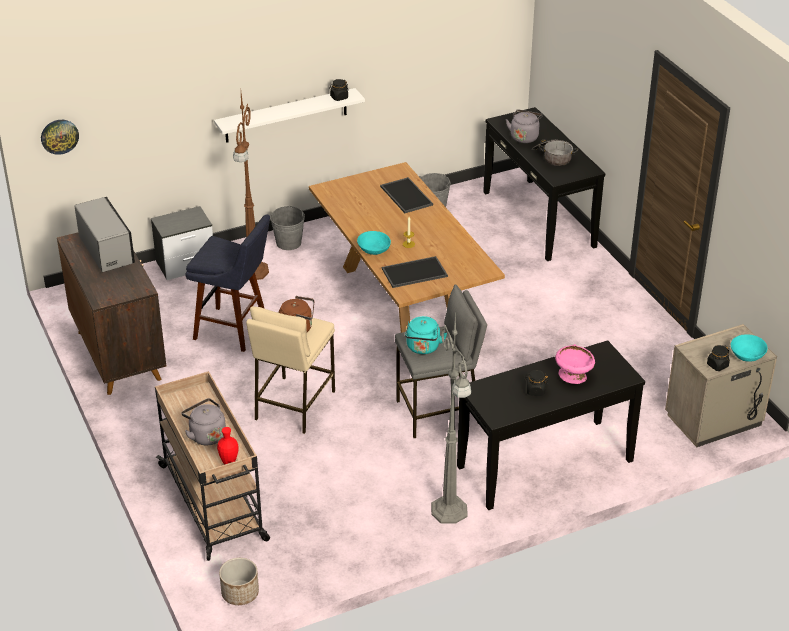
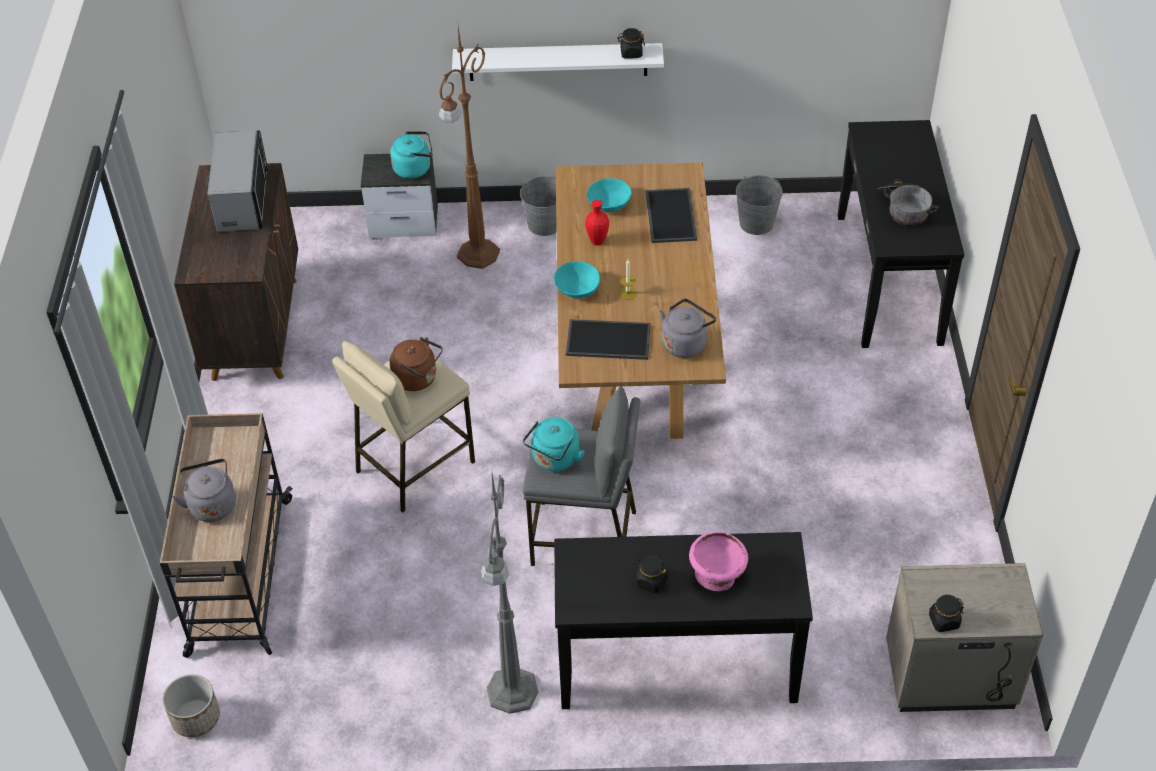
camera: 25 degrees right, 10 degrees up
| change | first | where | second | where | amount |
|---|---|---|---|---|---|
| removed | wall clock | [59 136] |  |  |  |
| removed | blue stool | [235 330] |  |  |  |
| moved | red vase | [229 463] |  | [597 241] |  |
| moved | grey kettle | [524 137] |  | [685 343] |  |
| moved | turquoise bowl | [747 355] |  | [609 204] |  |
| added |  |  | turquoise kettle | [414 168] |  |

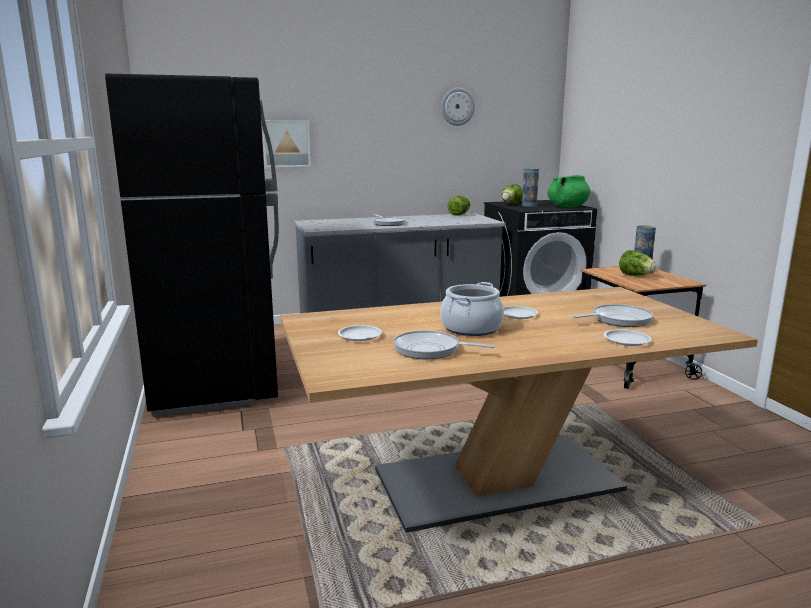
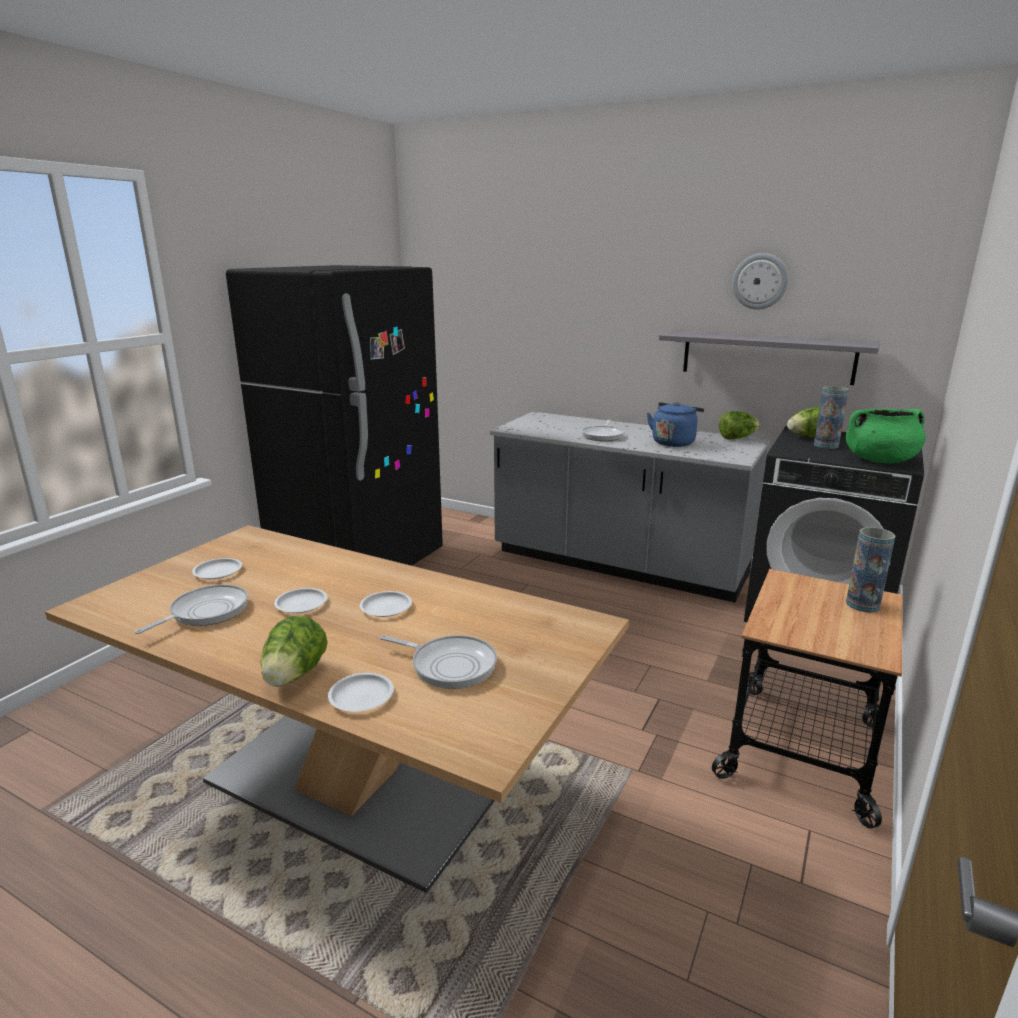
camera: 45 degrees right, 5 degrees up
| change | first | where | second | where | amount |
|---|---|---|---|---|---|
| removed | picture | [286 143] |  |  |  |
| turned | frying pan | [430 350] |  | [205 612] | 60 degrees clockwise |
| replaced | cooking pot | [471 328] | white plate | [302 604] |  |
| moved | lettuce | [636 276] |  | [294 676] |  |
| added |  |  | blue kettle | [674 442] |  |
| added |  |  | grey shelf | [767 356] |  |

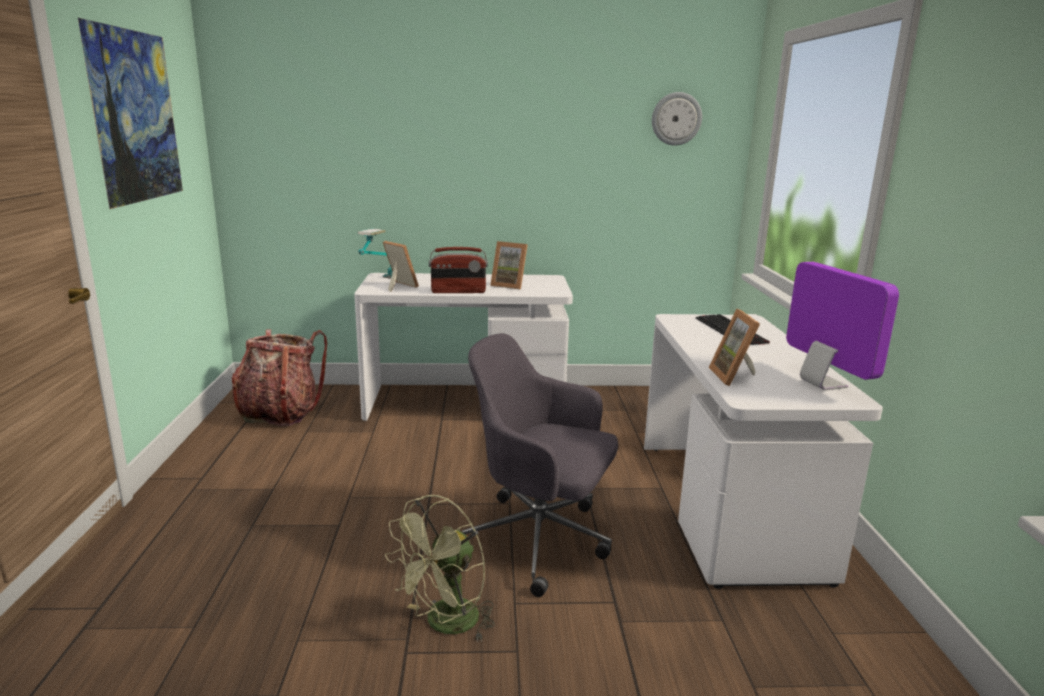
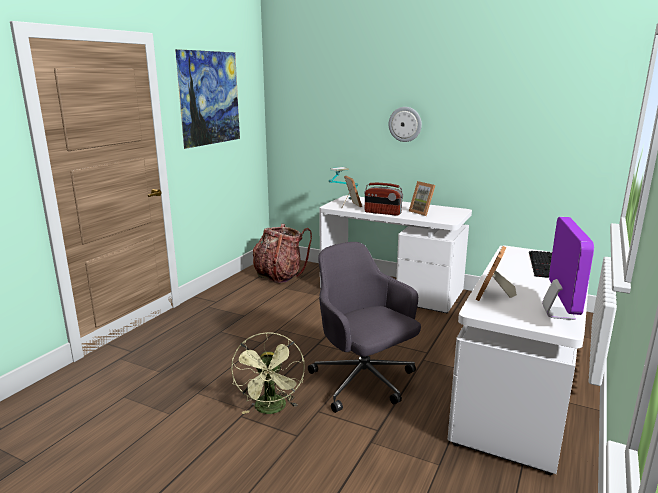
camera: 30 degrees right, 0 degrees up
| change | first | where | second | where | amount |
|---|---|---|---|---|---|
| turned | green fan | [445 625] |  | [271 409] | 75 degrees counterclockwise |
| moved | wall clock | [676 119] |  | [405 124] |  |

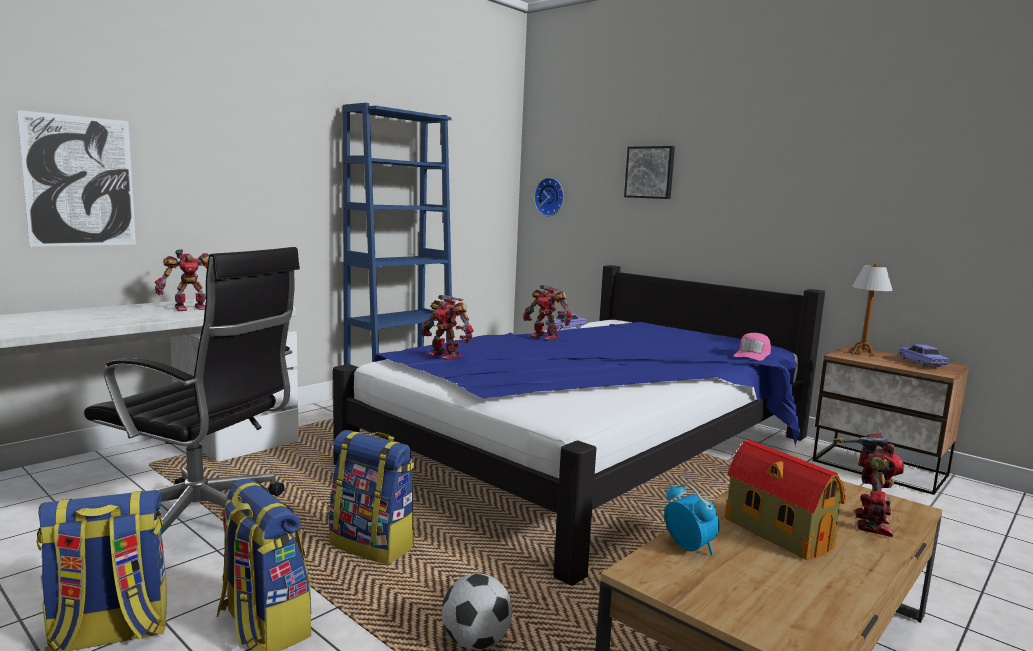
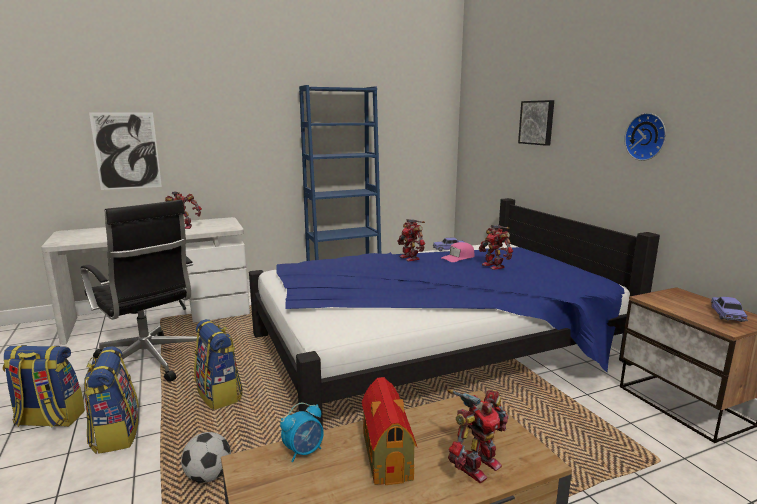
camera: 25 degrees right, 5 degrees up
| change | first | where | second | where | amount |
|---|---|---|---|---|---|
| moved | toy robot | [446 355] |  | [494 266] |  |
| moved | wall clock | [550 197] |  | [647 137] |  |
| turned | alarm clock | [689 547] |  | [304 451] | 60 degrees clockwise |
| moved | pink cap | [753 354] |  | [458 257] |  |
| removed | table lamp | [862 353] |  |  |  |

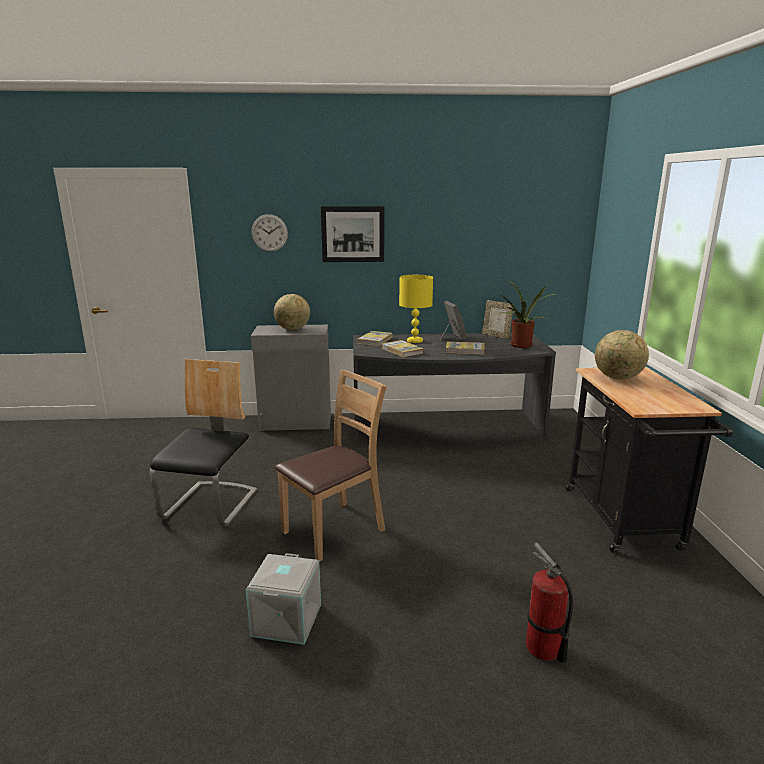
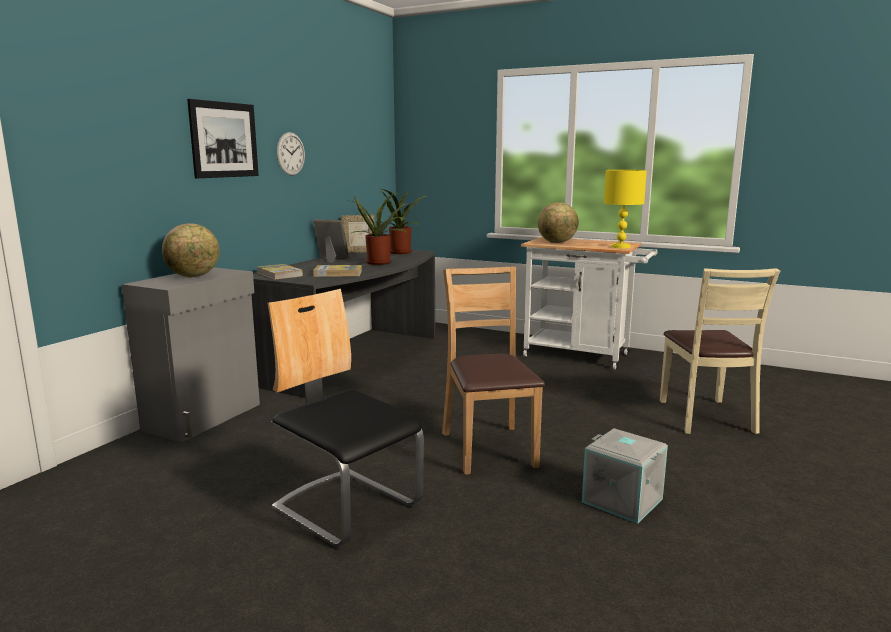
camera: 60 degrees left, 5 degrees down
| change | first | where | second | where | amount |
|---|---|---|---|---|---|
| moved | wall clock | [269 233] |  | [290 154] |  |
| moved | yellow table lamp | [415 340] |  | [620 247] |  |
| replaced | book | [465 350] | potted plant | [380 262] |  |
| replaced | fire extinguisher | [543 648] | beige chair | [705 417] |  |
| recoloured | black cart | [625 523] | white cart | [583 356] |  |

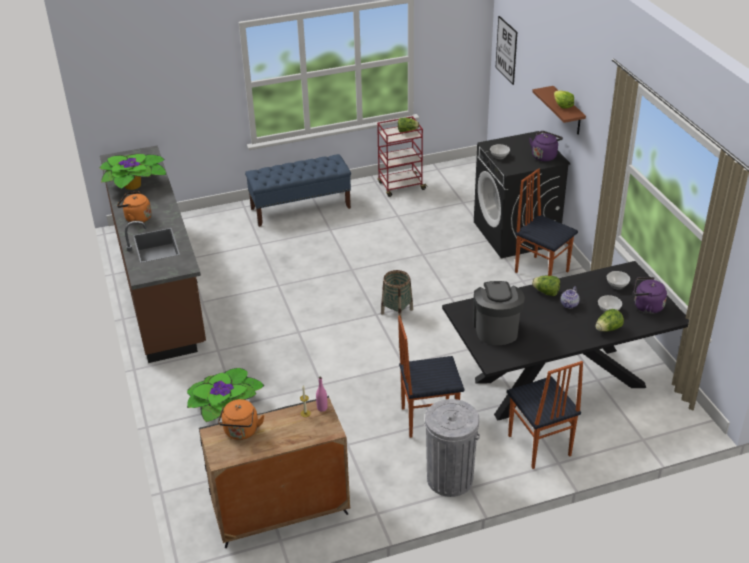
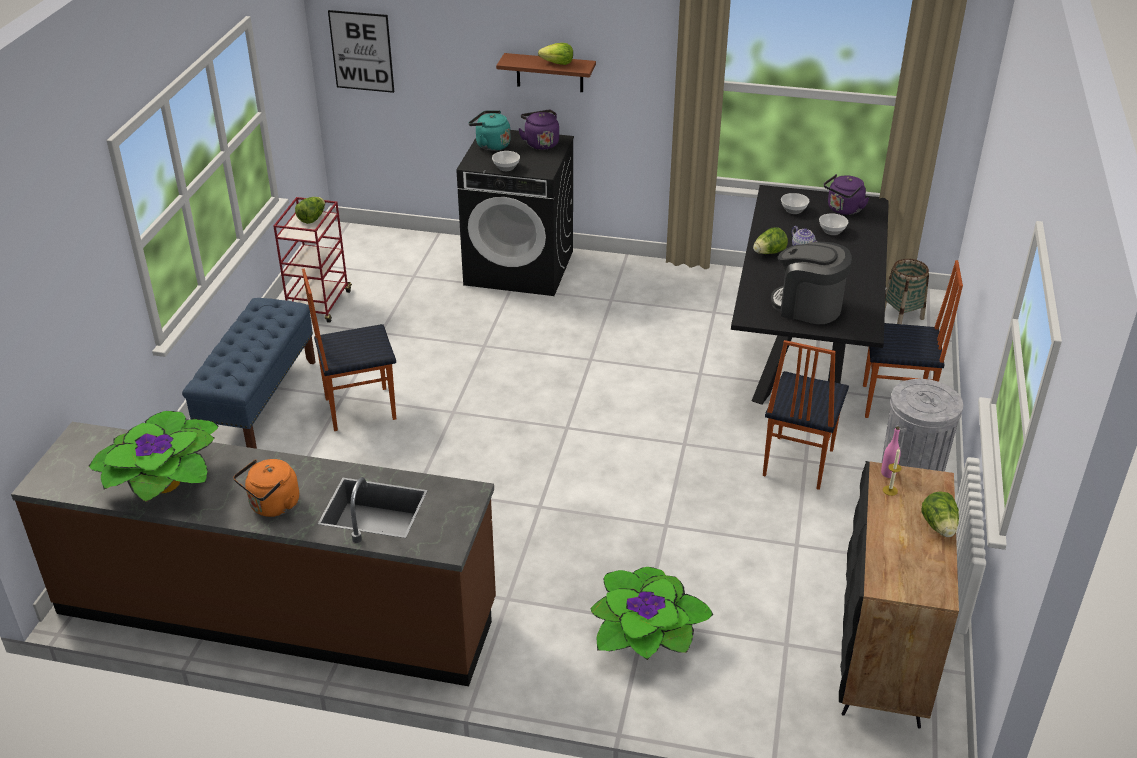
camera: 60 degrees left, 0 degrees up
| change | first | where | second | where | amount |
|---|---|---|---|---|---|
| removed | orange kettle | [241 432] |  |  |  |
| moved | basket | [397 311] |  | [902 315] |  |
| moved | chair | [541 271] |  | [359 408] |  |
| moved | lettuce | [608 329] |  | [939 527] |  |
| added |  |  | turquoise kettle | [490 145] |  |

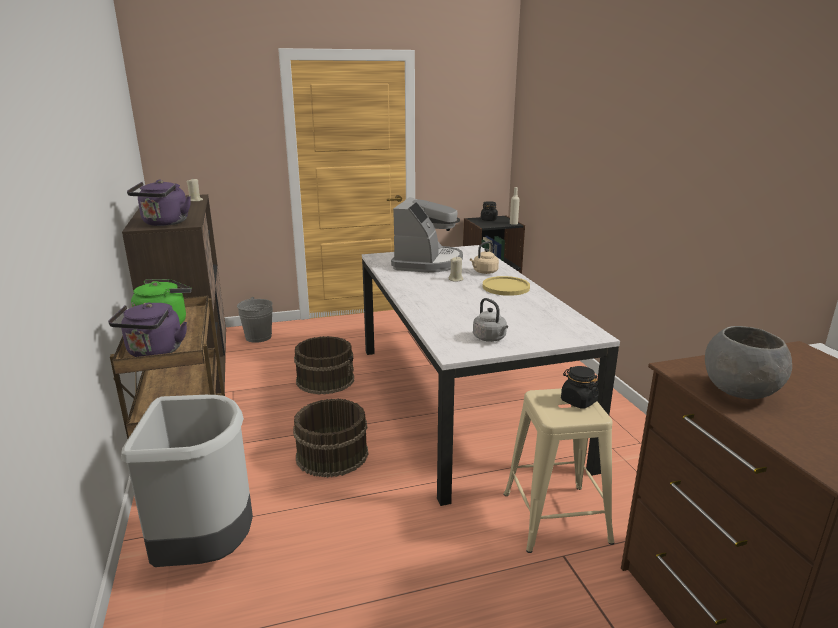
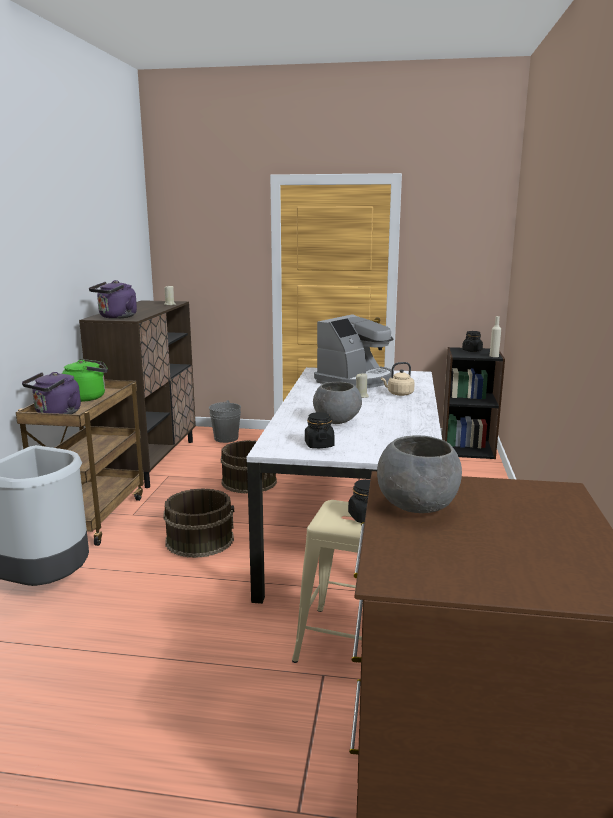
camera: 25 degrees right, 5 degrees down
| change | first | where | second | where | amount |
|---|---|---|---|---|---|
| replaced | grey kettle | [490 338] | black jar | [319 445] |  |
| removed | yellow plate | [506 287] |  |  |  |
| added |  |  | grey bowl | [337 421] |  |

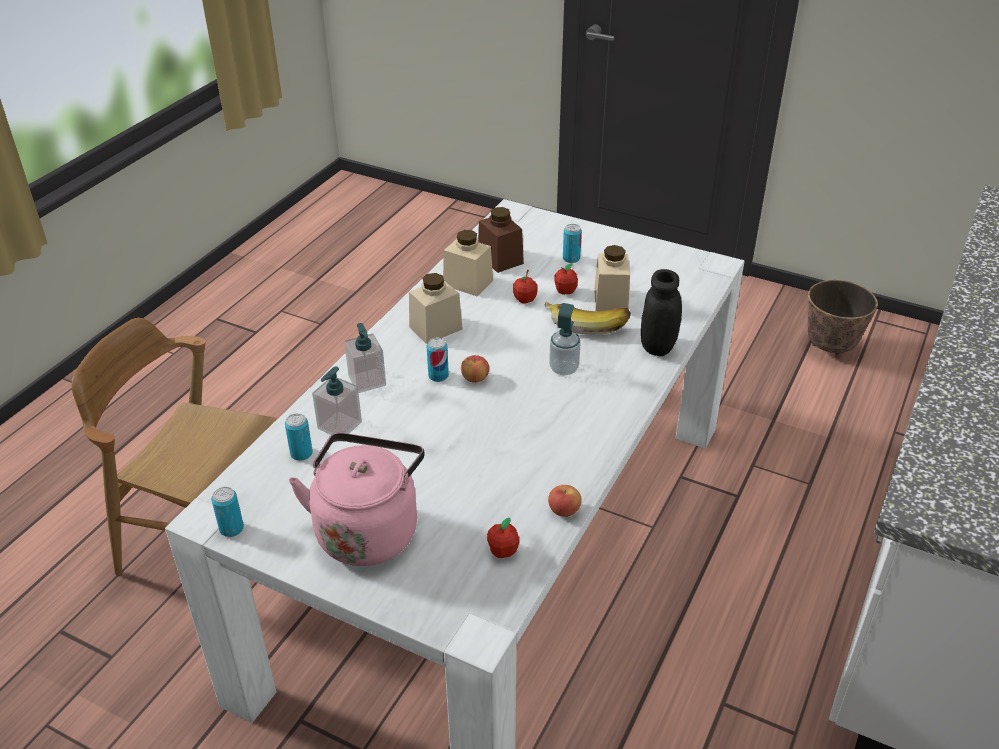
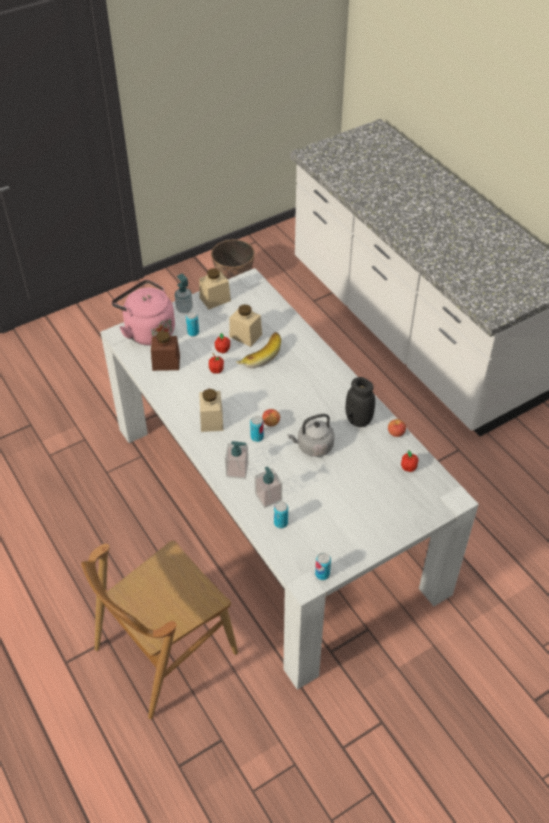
camera: 60 degrees left, 10 degrees up
| change | first | where | second | where | amount |
|---|---|---|---|---|---|
| moved | pink kettle | [368 529] |  | [147 330] |  |
| moved | beige jar | [468 283] |  | [215 299] |  |
| moved | soap dispenser | [564 368] |  | [184 309] |  |
| moved | black jar | [658 347] |  | [358 420] |  |
| added |  |  | grey kettle | [313 446] |  |

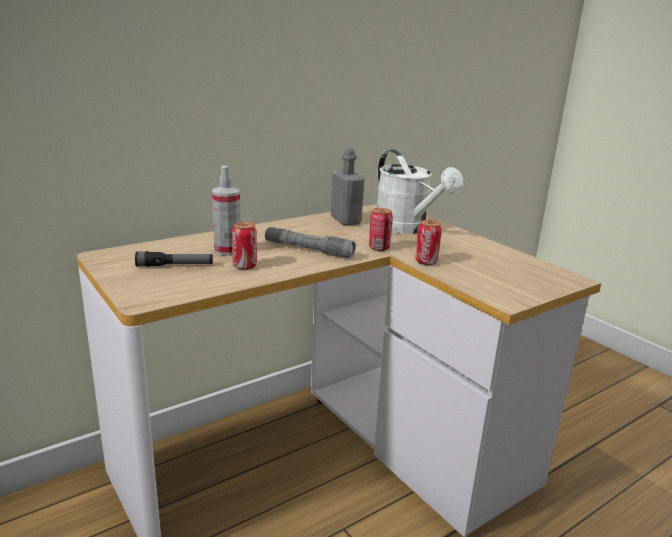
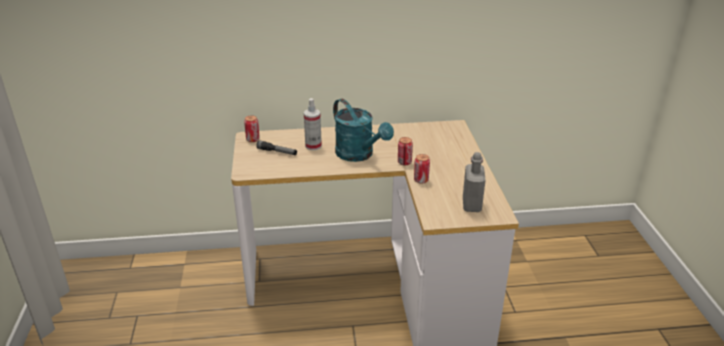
camera: 30 degrees right, 10 degrees up
| change | first | where | second | where | amount |
|---|---|---|---|---|---|
| moved | can | [244 266] |  | [253 139] |  |
| replaced | grey flashlight | [308 250] | turquoise watering can | [359 155] |  |
| moved | grey bottle | [345 220] |  | [471 205] |  |
| removed | white watering can | [407 228] |  |  |  |

